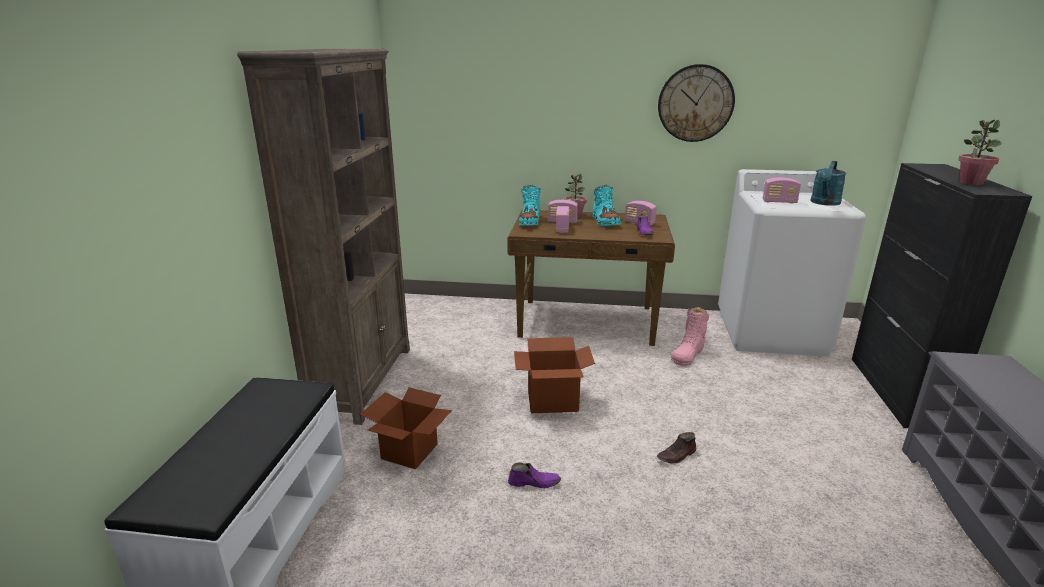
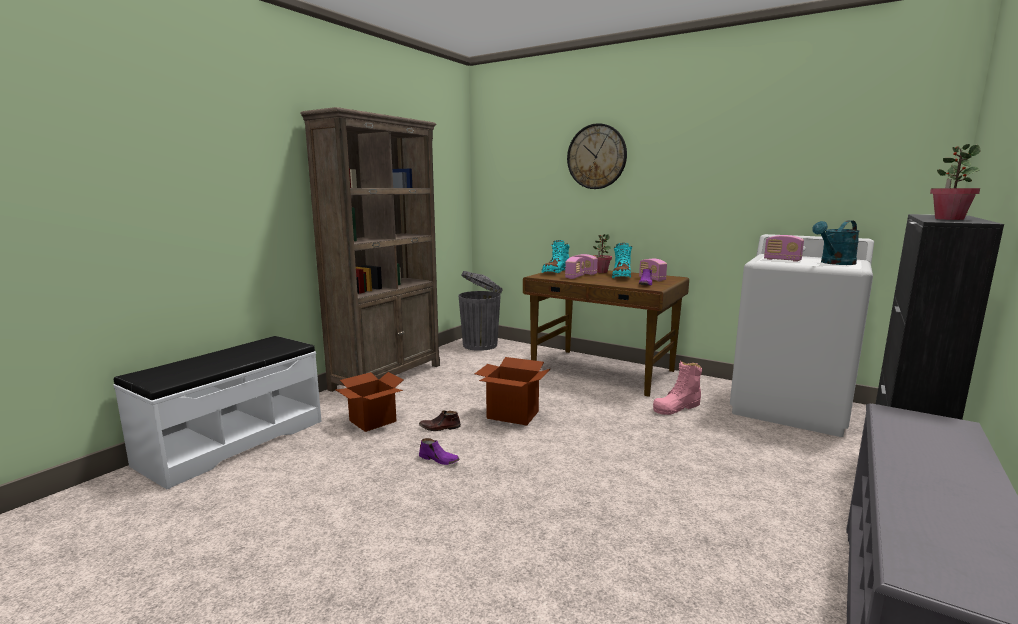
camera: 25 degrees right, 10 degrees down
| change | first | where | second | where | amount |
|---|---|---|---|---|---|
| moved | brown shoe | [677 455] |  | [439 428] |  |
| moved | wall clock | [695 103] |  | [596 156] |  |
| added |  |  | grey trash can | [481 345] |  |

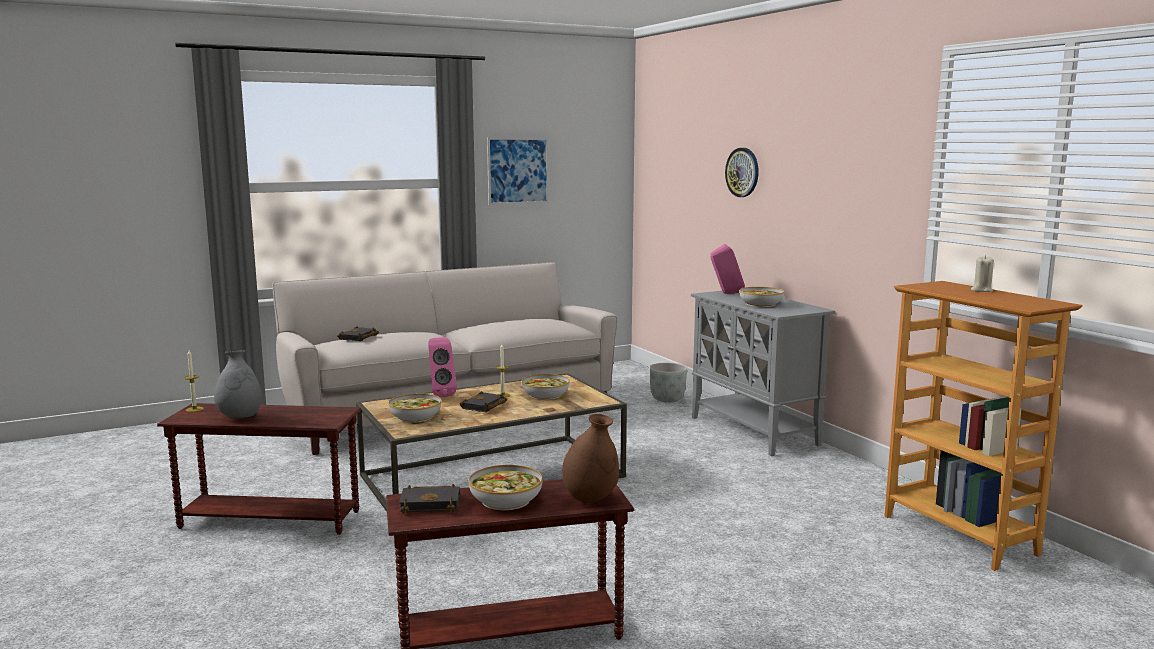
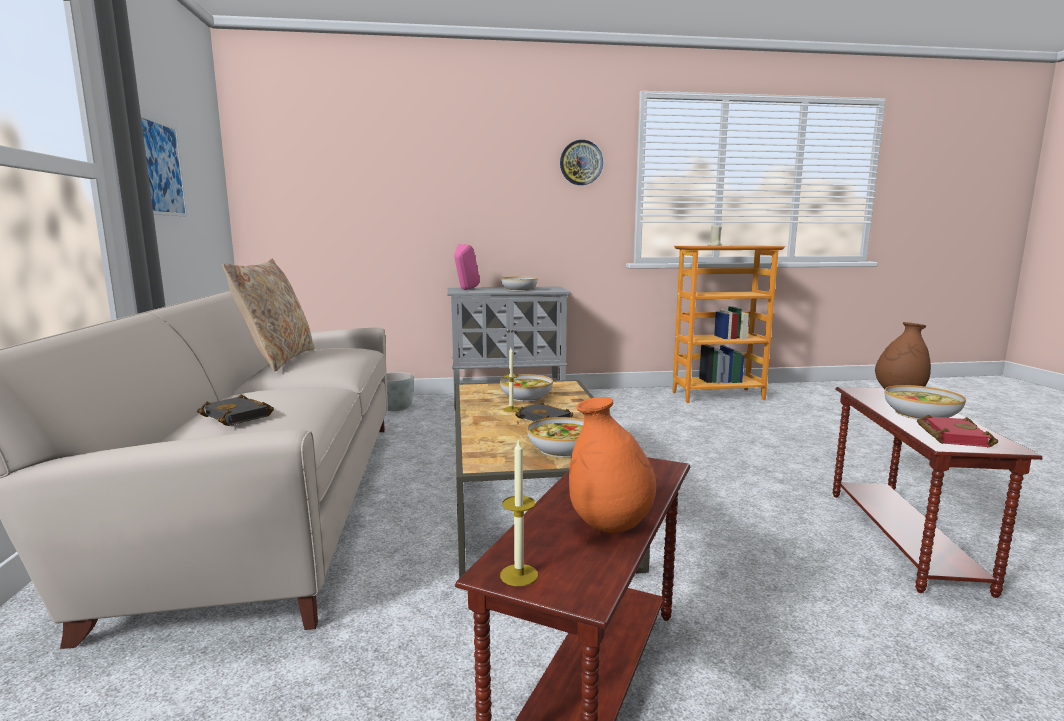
camera: 70 degrees left, 0 degrees up
| change | first | where | second | where | amount |
|---|---|---|---|---|---|
| recoloured | grey vase | [240 418] | orange vase | [610 527] |  |
| recoloured | black book | [432 503] | red book | [950 436] |  |
| removed | pink speaker | [440 394] |  |  |  |
| moved | wall clock | [742 172] |  | [581 162] |  |
| added |  |  | beige pillow | [277 359] |  |

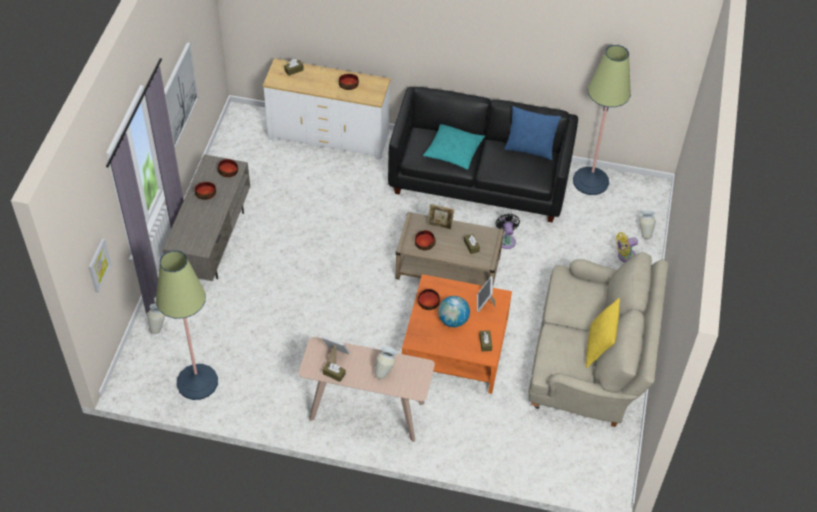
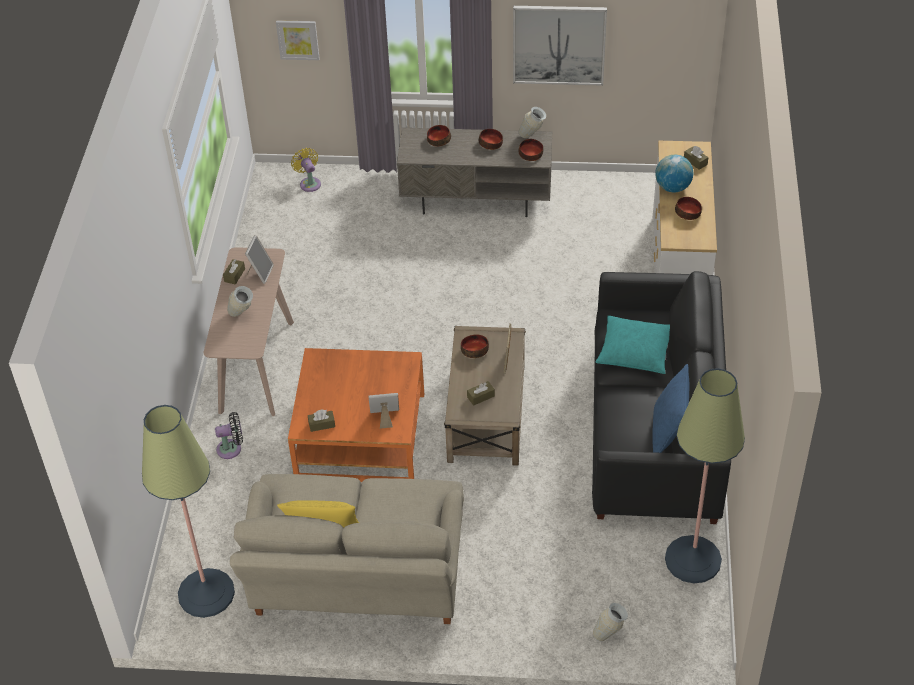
camera: 85 degrees right, 5 degrees down
| change | first | where | second | where | amount |
|---|---|---|---|---|---|
| moved | vase | [158 326] |  | [532 137] |  |
| moved | floor lamp | [197 382] |  | [206 593] |  |
| moved | bowl | [428 302] |  | [438 140] |  |
| moved | globe | [453 320] |  | [672 187] |  |
| moved | black fan | [506 240] |  | [231 448] |  |
| moved | yellow fan | [624 256] |  | [309 183] |  |

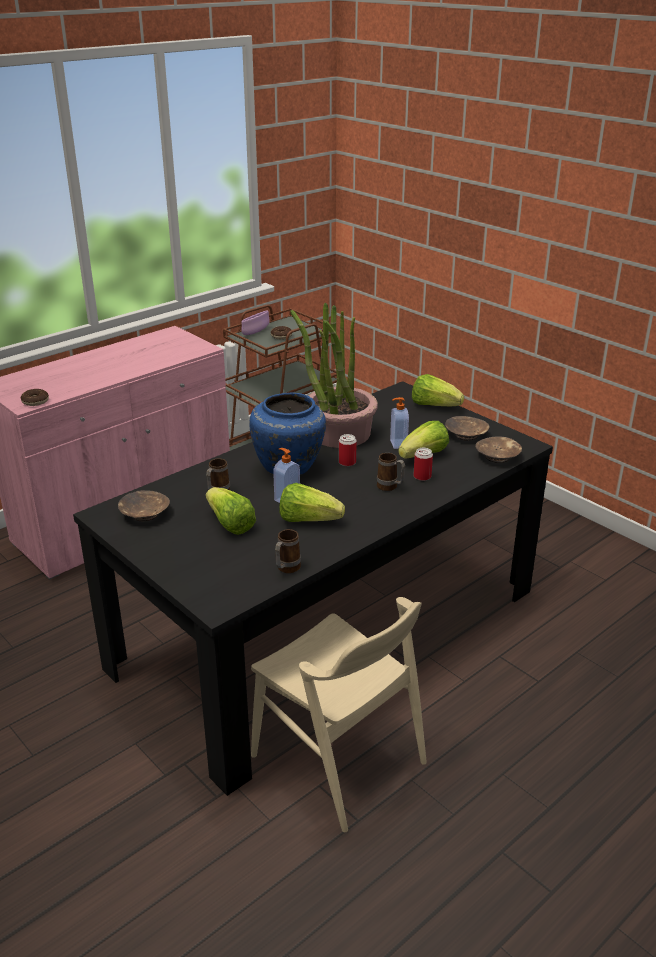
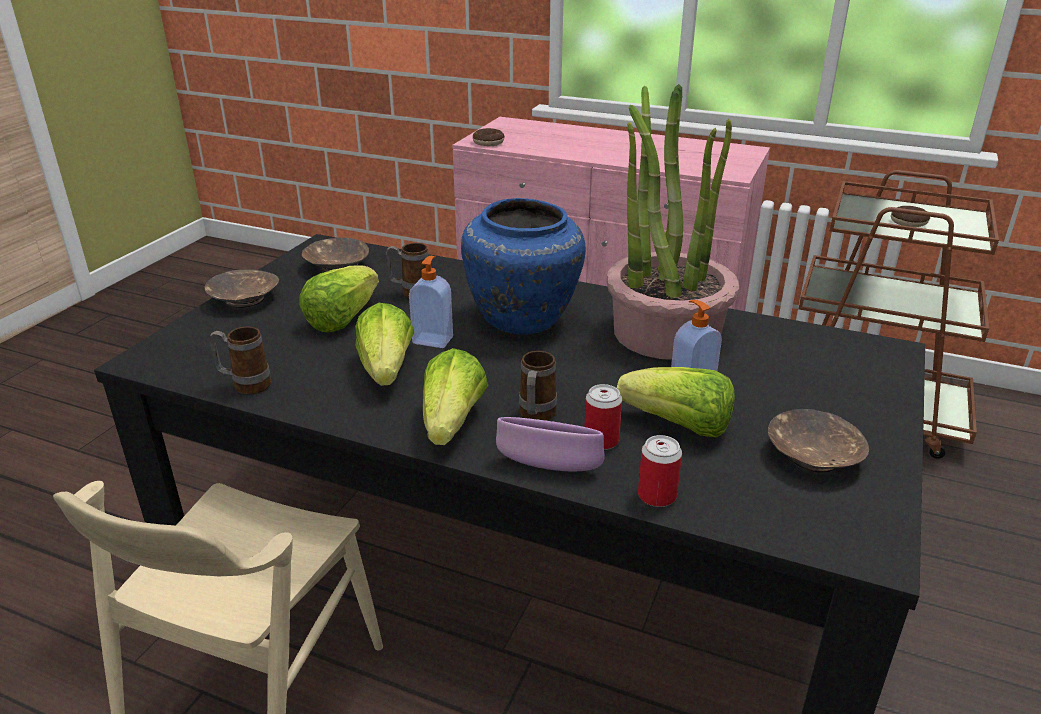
camera: 65 degrees right, 0 degrees up
| change | first | where | second | where | amount |
|---|---|---|---|---|---|
| moved | purple bowl | [255 332] |  | [549 466] |  |
| moved | can | [347 462] |  | [657 496] |  |
| moved | lettuce | [434 405] |  | [452 423] |  |
| moved | brown bowl | [498 457] |  | [244 299] |  |

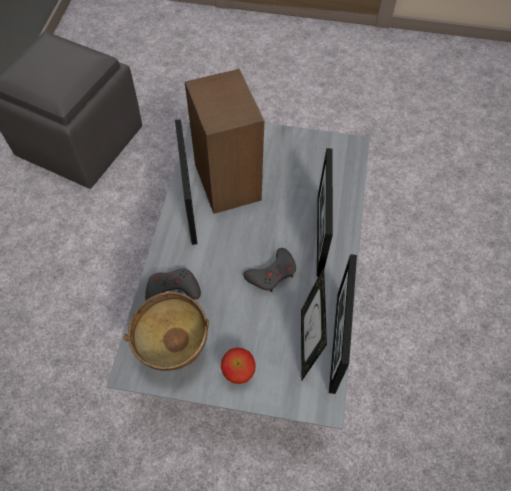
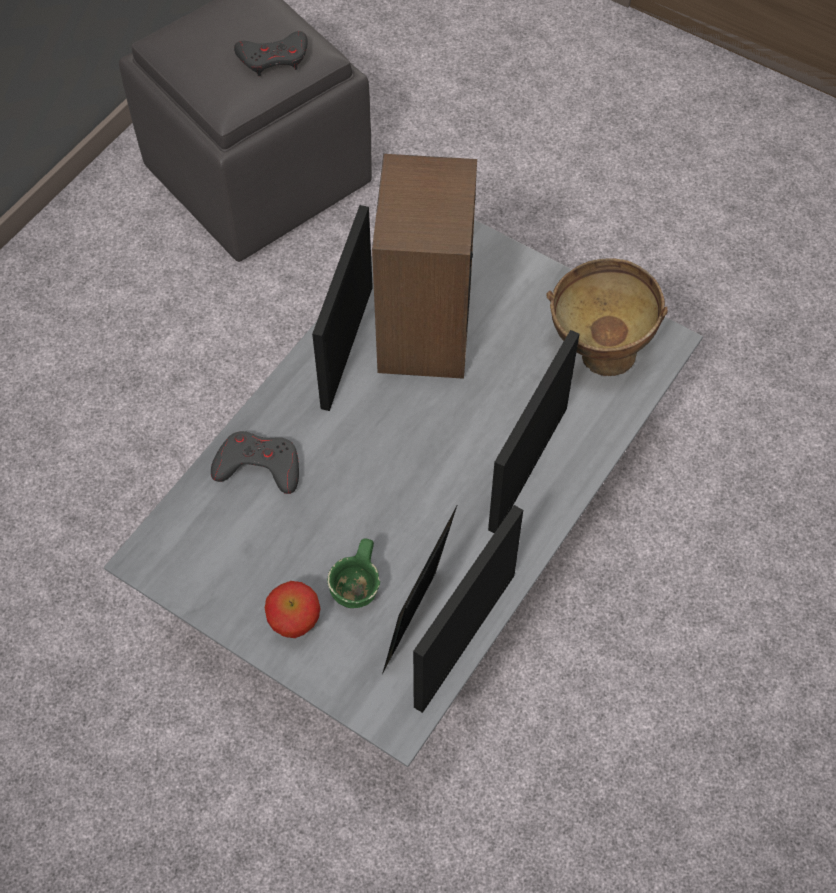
camera: 25 degrees right, 0 degrees up
| change | first | where | second | where | amount |
|---|---|---|---|---|---|
| moved | brown bowl | [173 351] |  | [595 353] |  |
| moved | grey game controller | [272 273] |  | [274 58] |  |
| added |  |  | green mug | [359 591] |  |

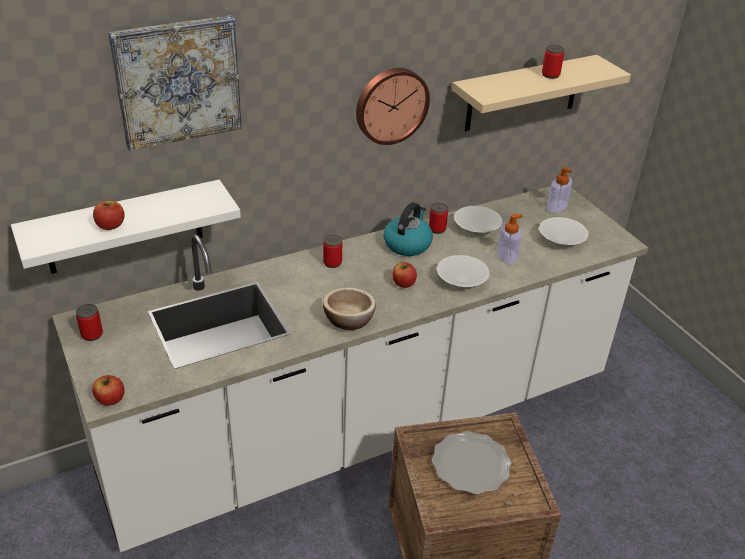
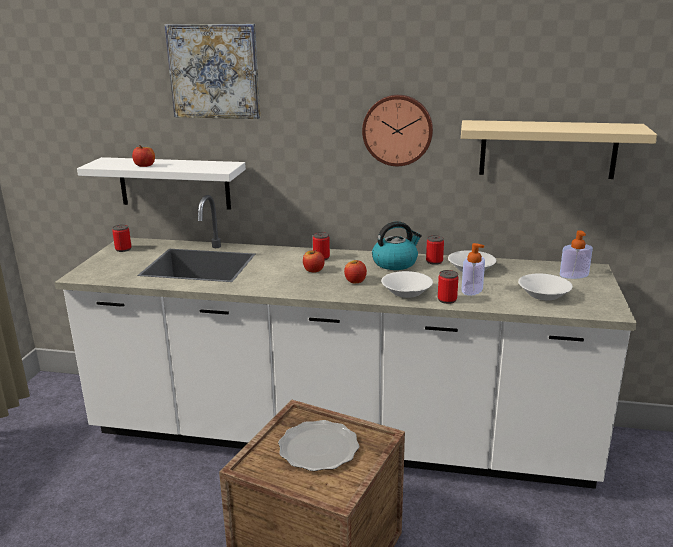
camera: 40 degrees right, 15 degrees down
| change | first | where | second | where | amount |
|---|---|---|---|---|---|
| moved | apple | [110 399] |  | [313 270] |  |
| removed | bowl | [348 320] |  |  |  |
| moved | can | [550 75] |  | [447 300] |  |

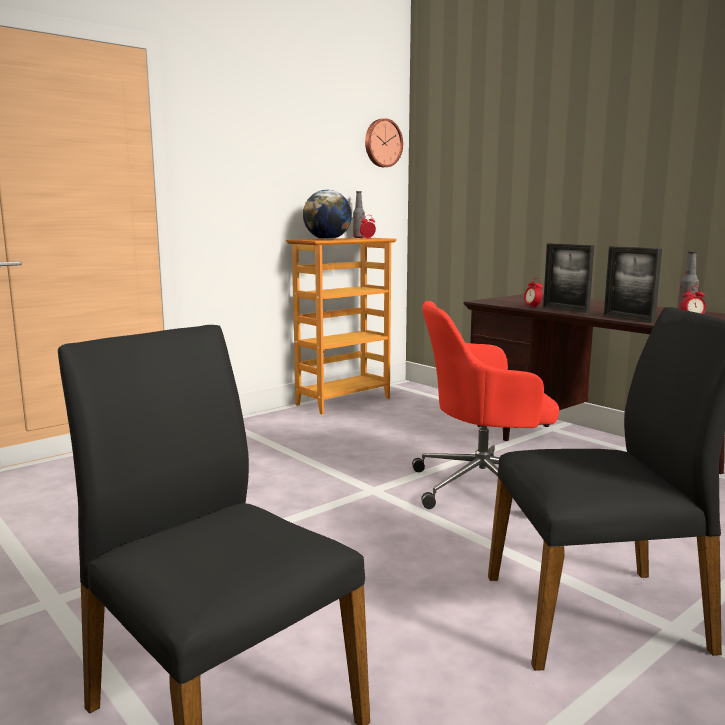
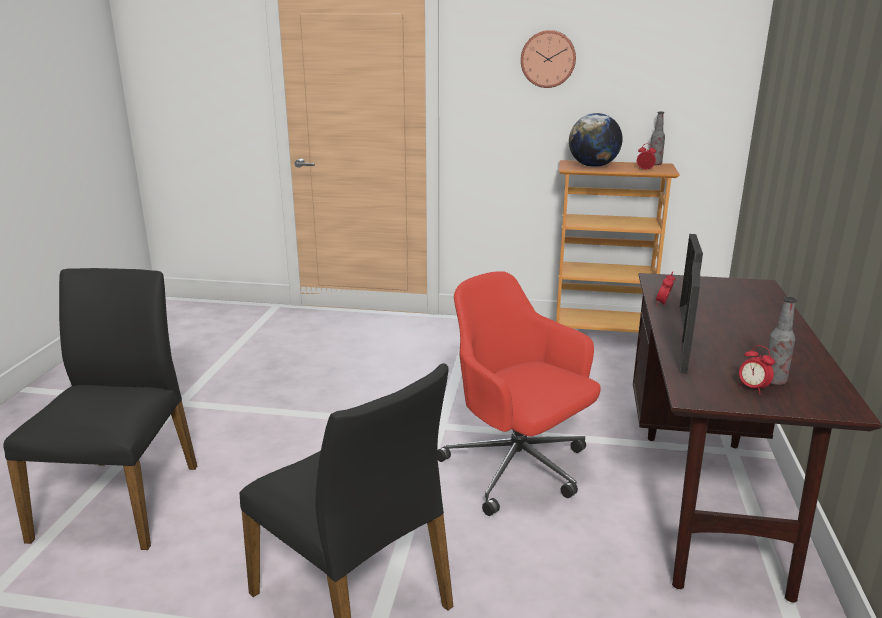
camera: 50 degrees right, 10 degrees up
| change | first | where | second | where | amount |
|---|---|---|---|---|---|
| moved | wall clock | [382 143] |  | [548 59] |  |

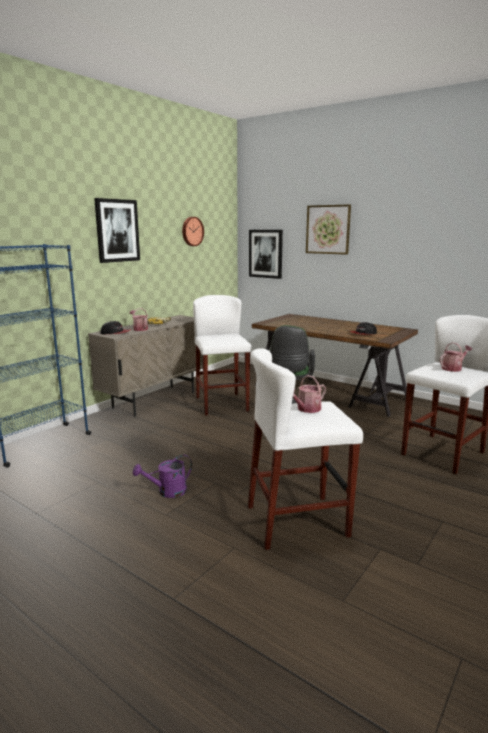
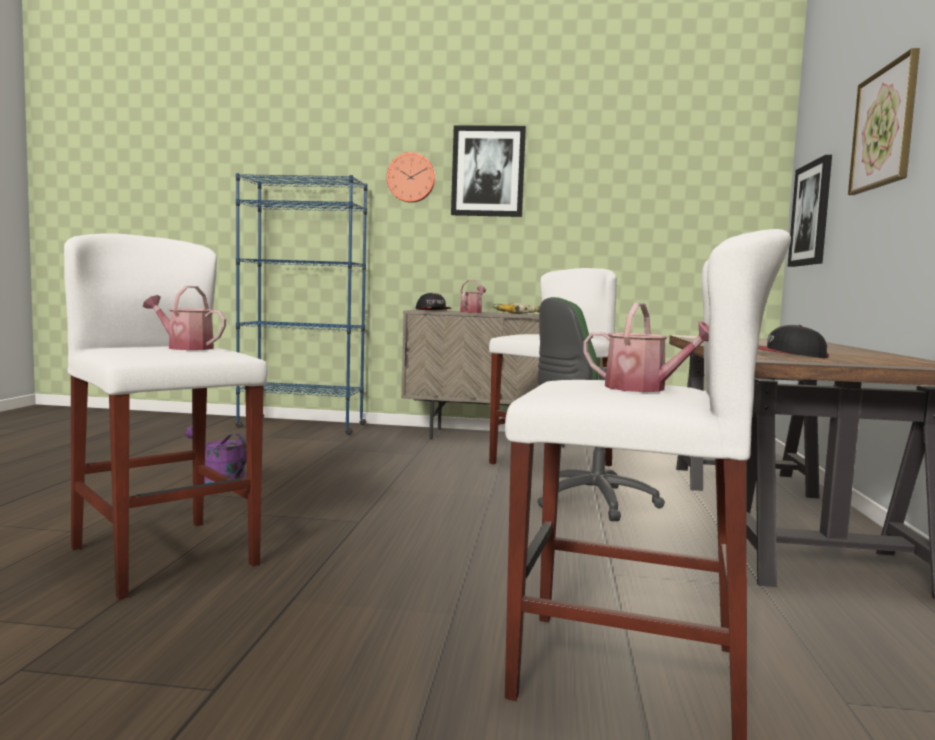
camera: 60 degrees right, 10 degrees down
| change | first | where | second | where | amount |
|---|---|---|---|---|---|
| moved | wall clock | [192 231] |  | [411 178] |  |

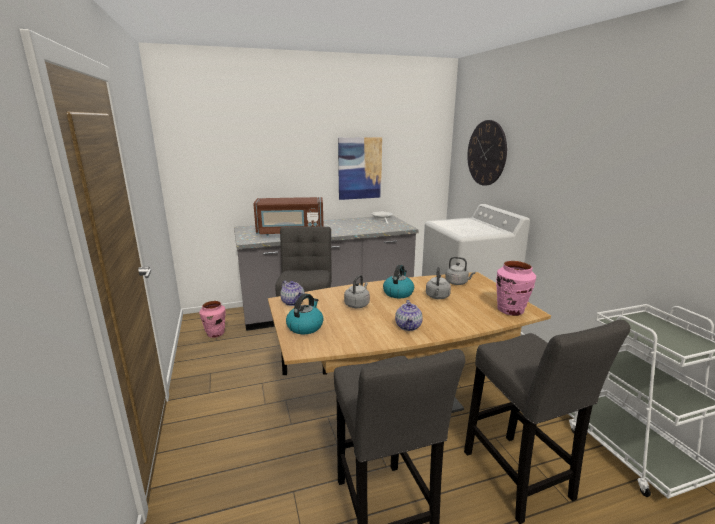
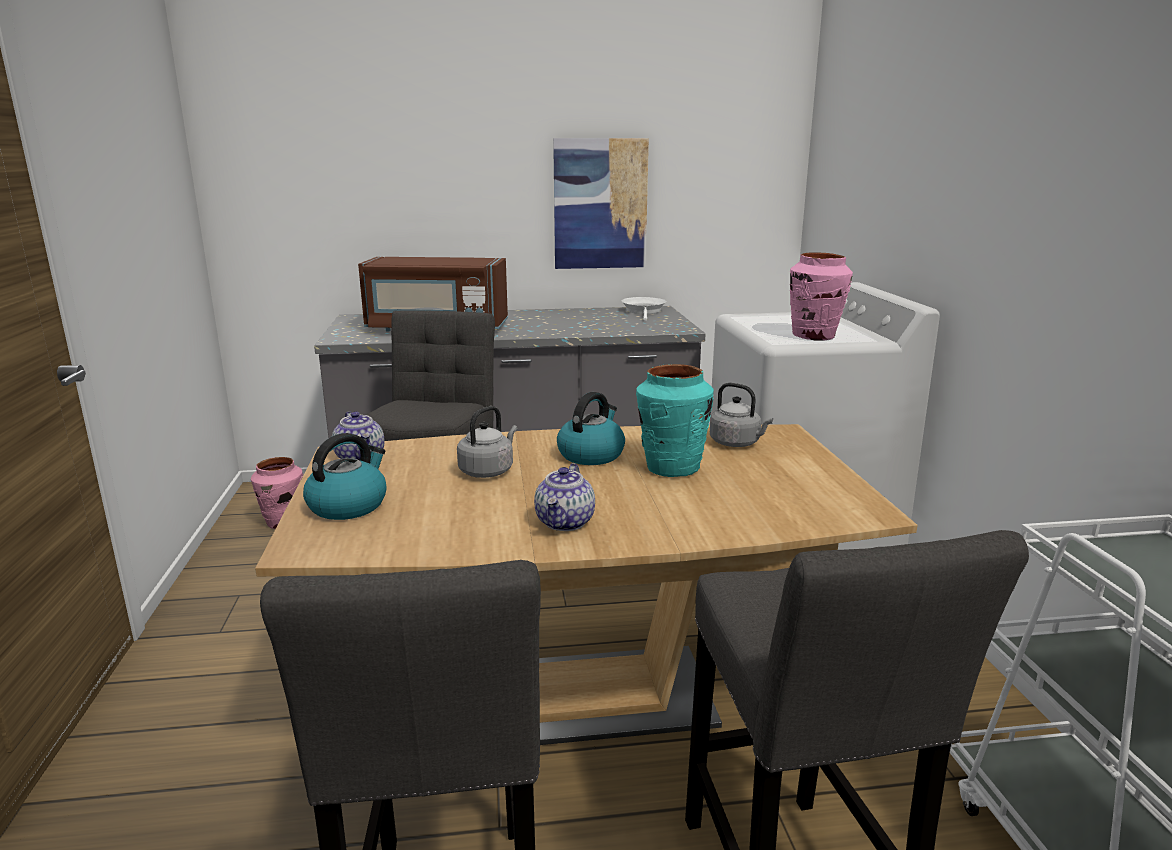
camera: 10 degrees right, 0 degrees up
| change | first | where | second | where | amount |
|---|---|---|---|---|---|
| replaced | grey kettle | [437 297] | turquoise vase | [672 468] |  |
| removed | wall clock | [486 153] |  |  |  |
| moved | pink vase | [511 310] |  | [814 336] |  |

